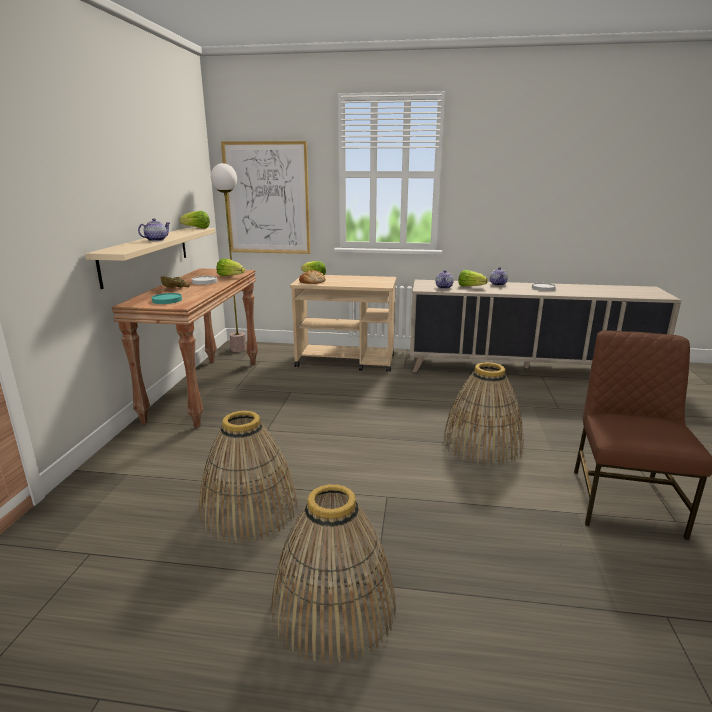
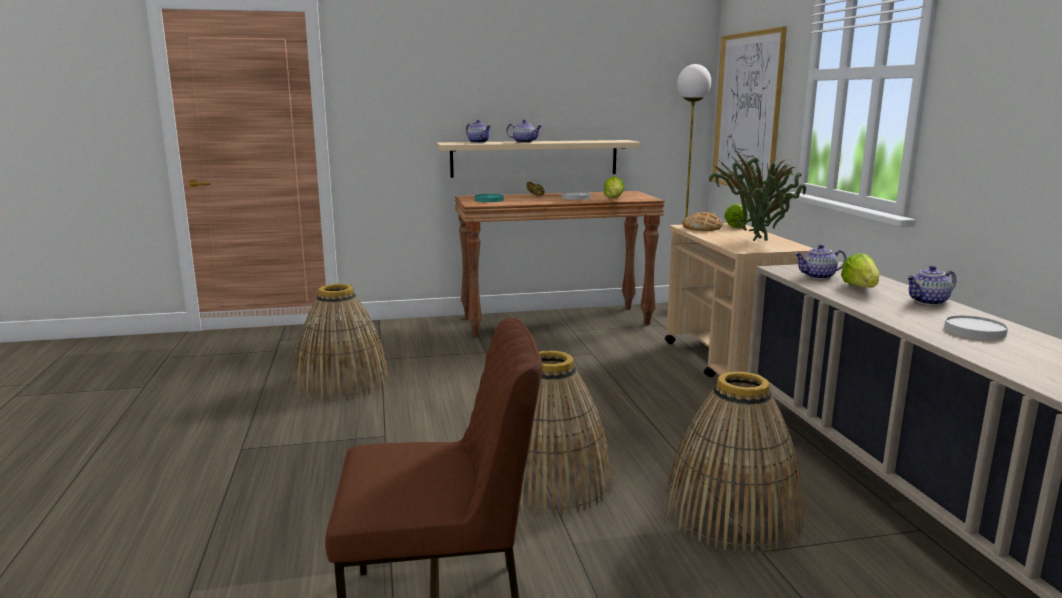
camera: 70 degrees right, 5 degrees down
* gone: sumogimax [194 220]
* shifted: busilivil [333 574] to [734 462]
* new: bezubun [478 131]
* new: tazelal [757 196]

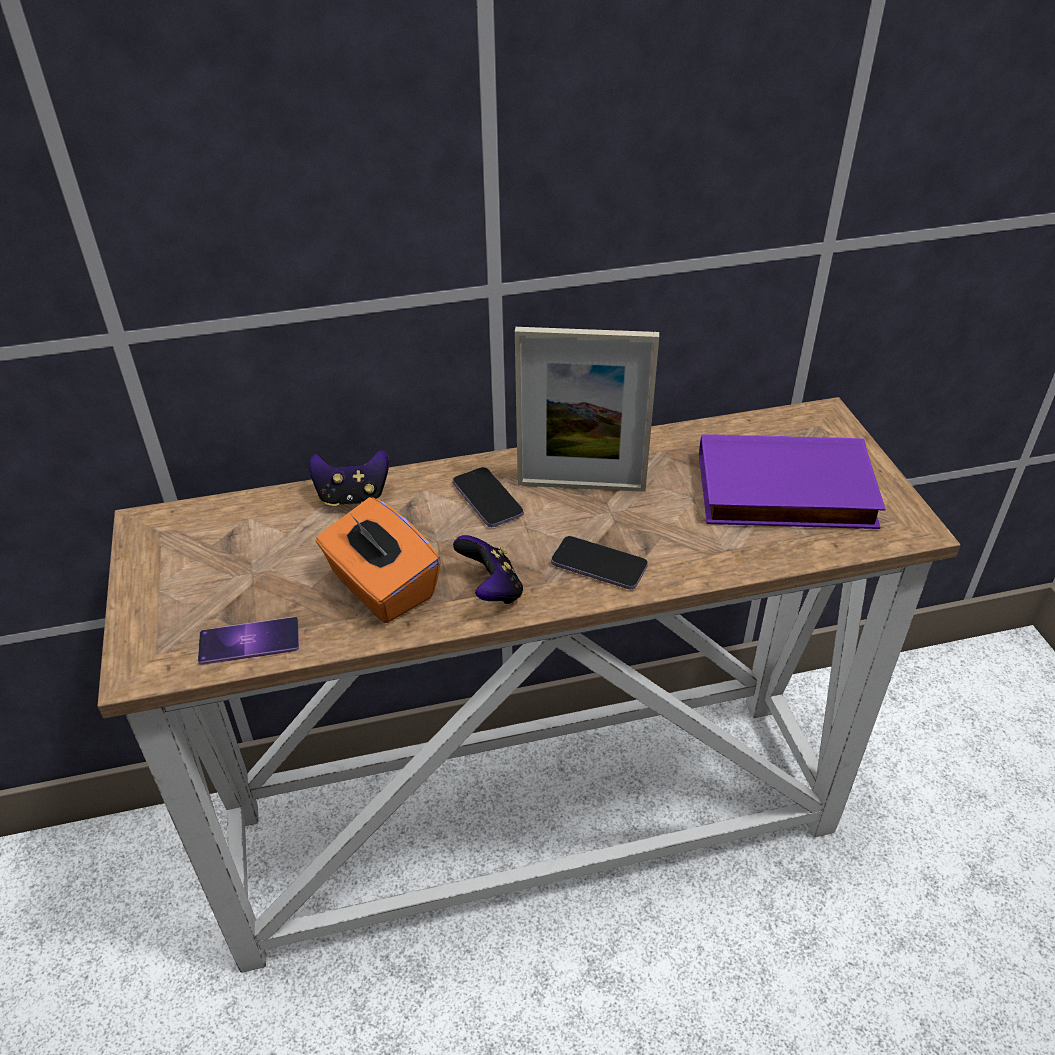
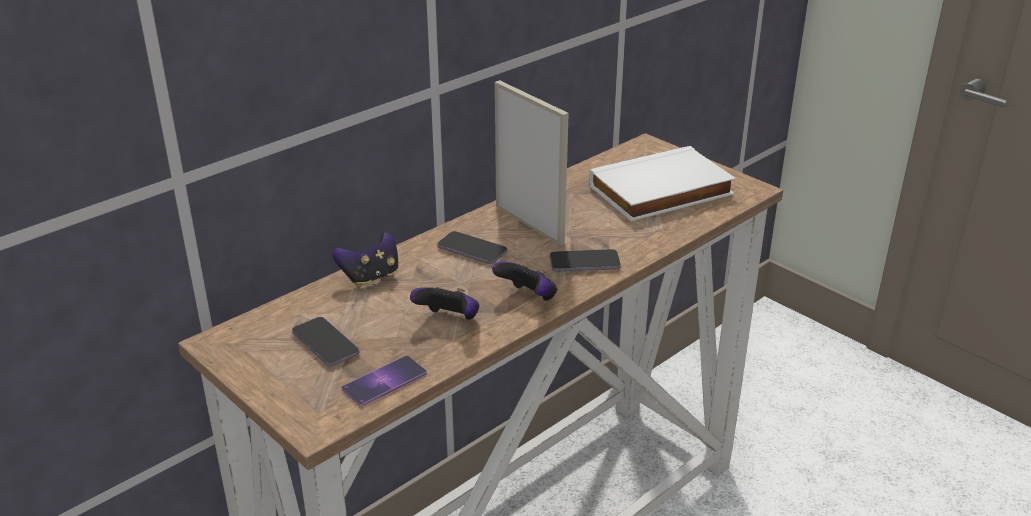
camera: 30 degrees left, 10 degrees down
* swapped: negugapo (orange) [378 560] to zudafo [444 303]
* rotated: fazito [587 409] = [532 162] 105 degrees counterclockwise
* repainted: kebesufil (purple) [792 482] to kebesufil (white) [662 183]
* new: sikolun [325 341]

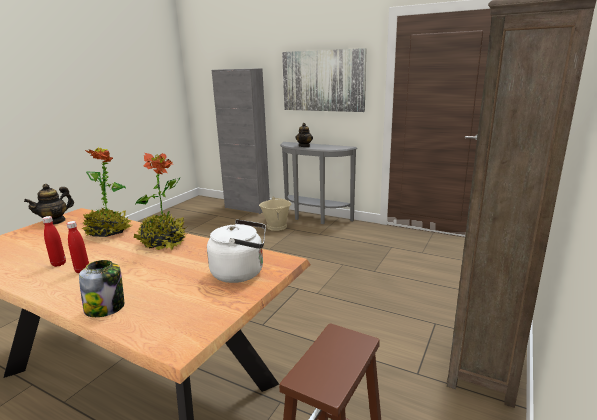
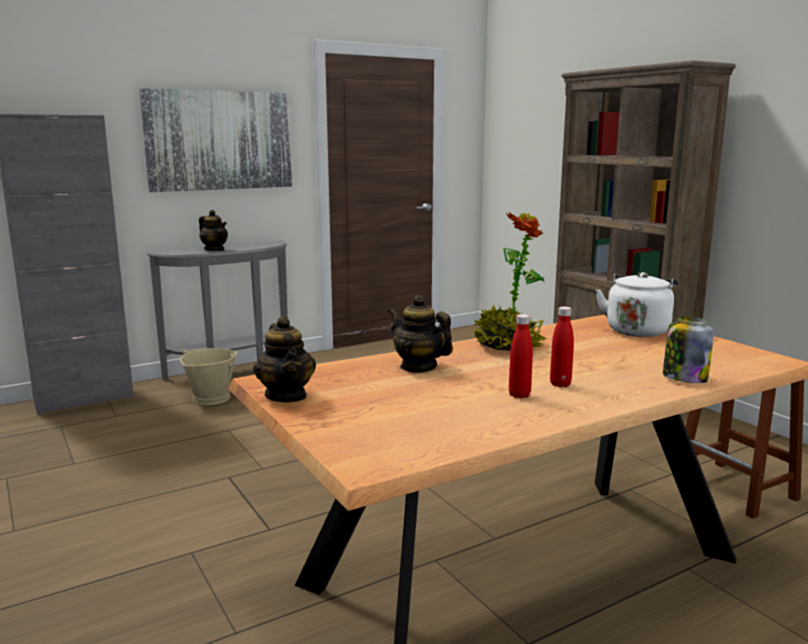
camera: 60 degrees left, 5 degrees down
* swapped: tazelal [107 192] to bezubun [420 334]

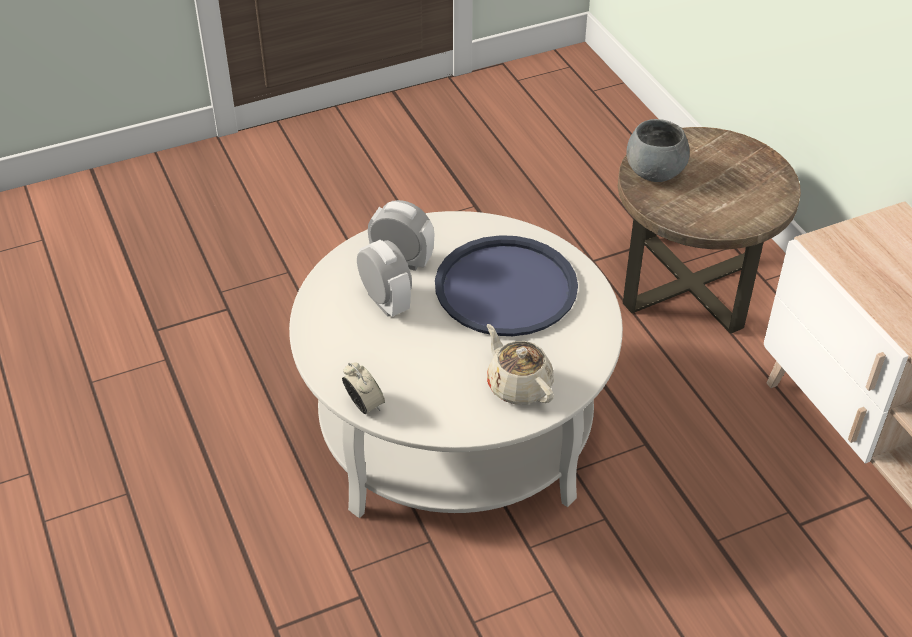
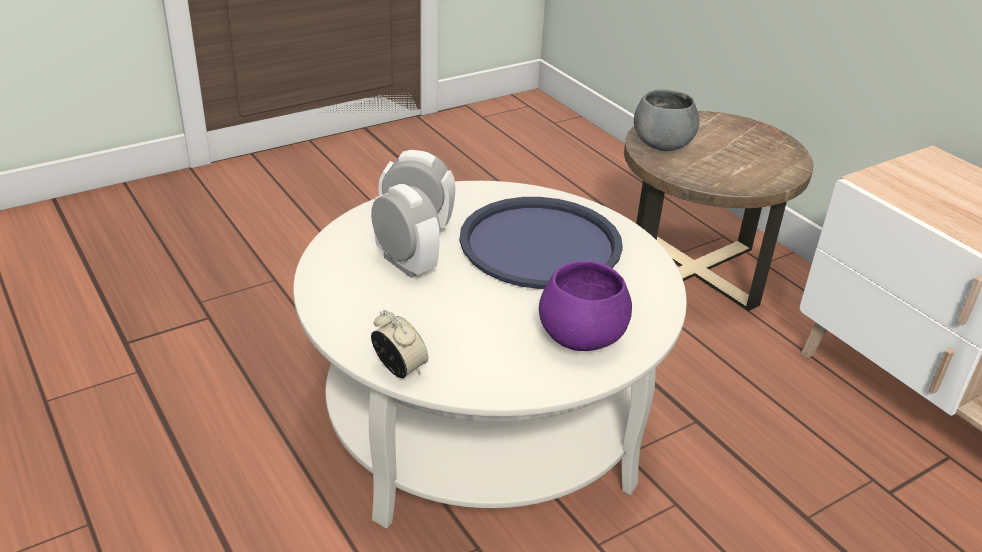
camera: 10 degrees left, 10 degrees down
* swapped: bezubun (beige) [520 364] to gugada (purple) [585 306]

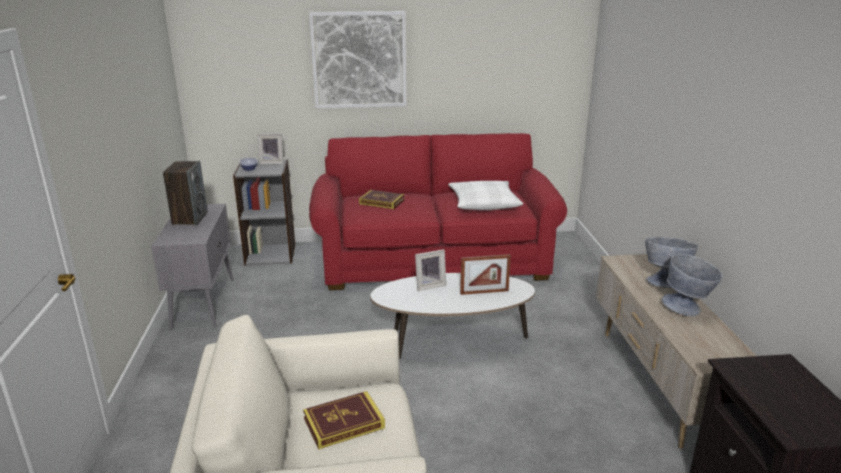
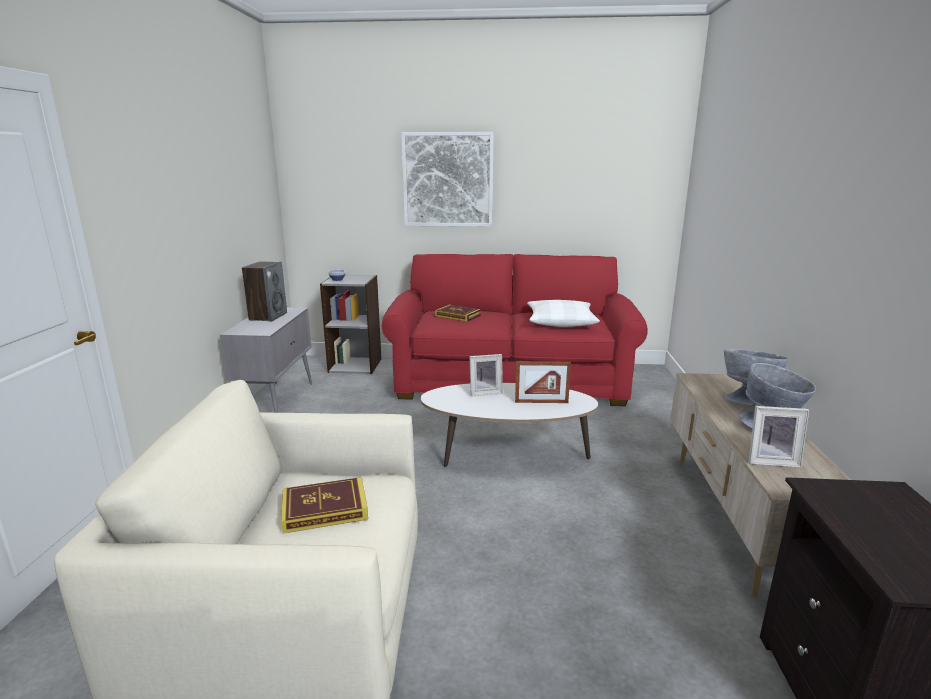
camera: 10 degrees right, 5 degrees down
* shifted: fazito [270 149] to [778 437]

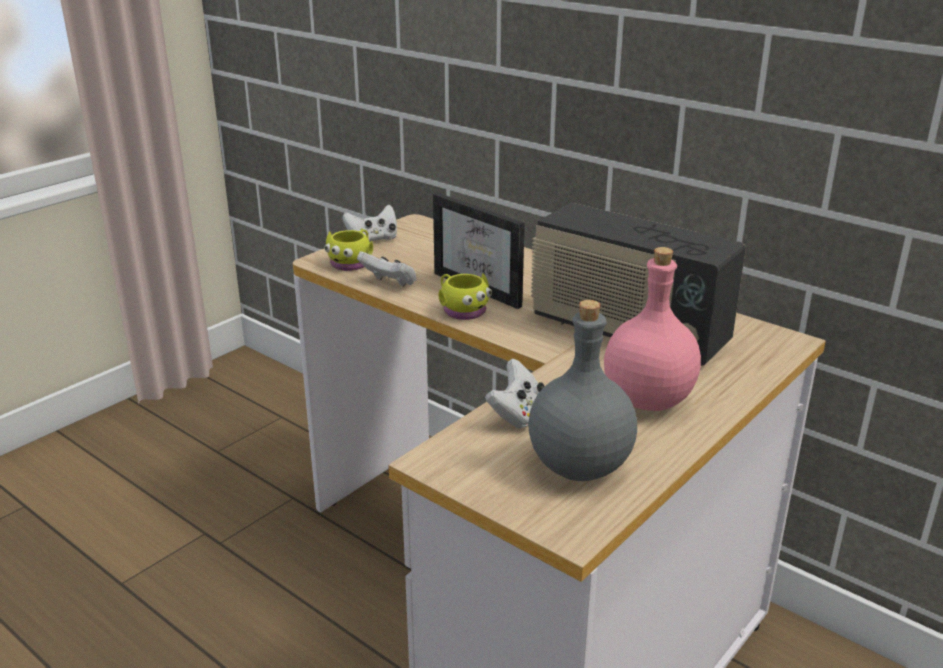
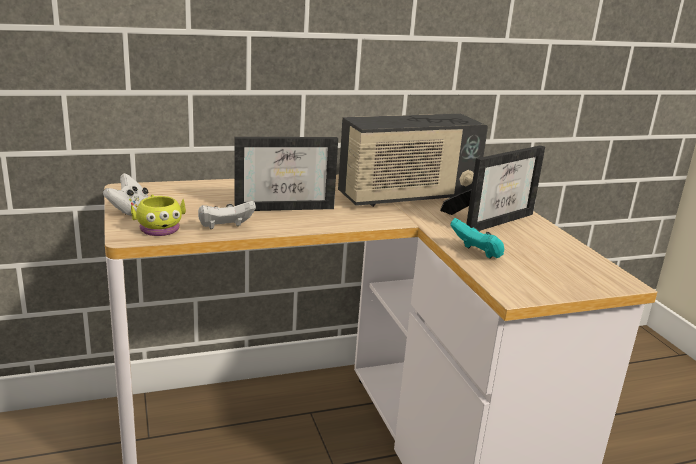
camera: 60 degrees left, 5 degrees down
* gone: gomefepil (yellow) [465 296]
* repainted: zudafo (white) [515 393] to zudafo (turquoise) [477 238]
* gone: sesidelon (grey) [582 390]
* swapped: sesidelon (pink) [652 329] to fazito [492 188]

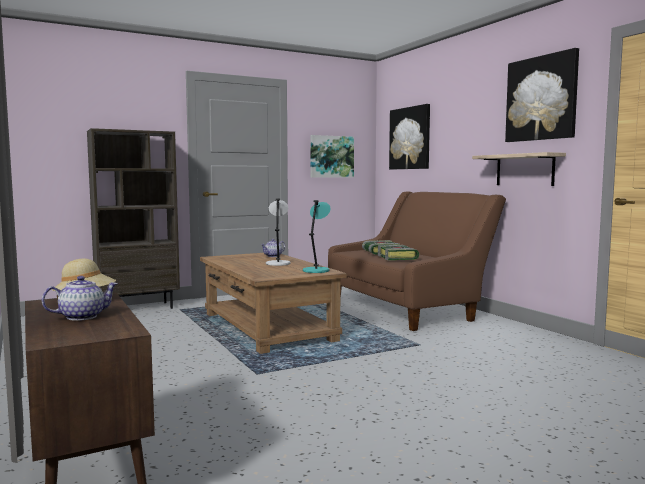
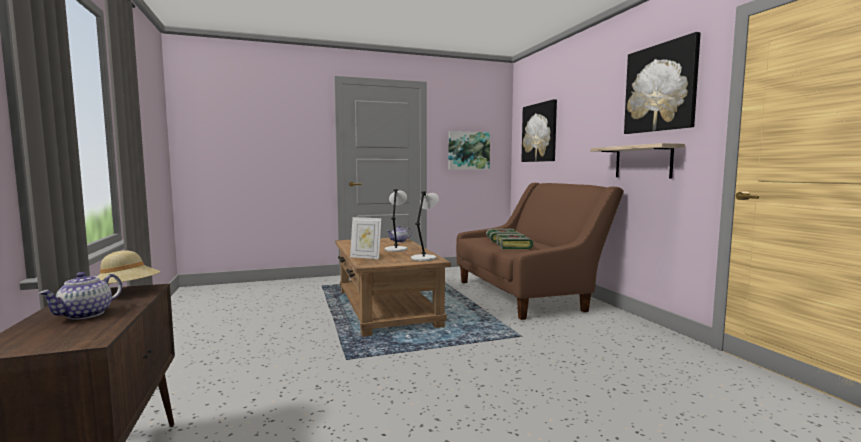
camera: 10 degrees right, 0 degrees up
* rotated: bezubun [80 298] = [80 296] 135 degrees clockwise
* gone: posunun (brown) [133 218]
* repainted: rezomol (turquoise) [317 236] to rezomol (grey) [425 226]
* new: fazito [365 238]

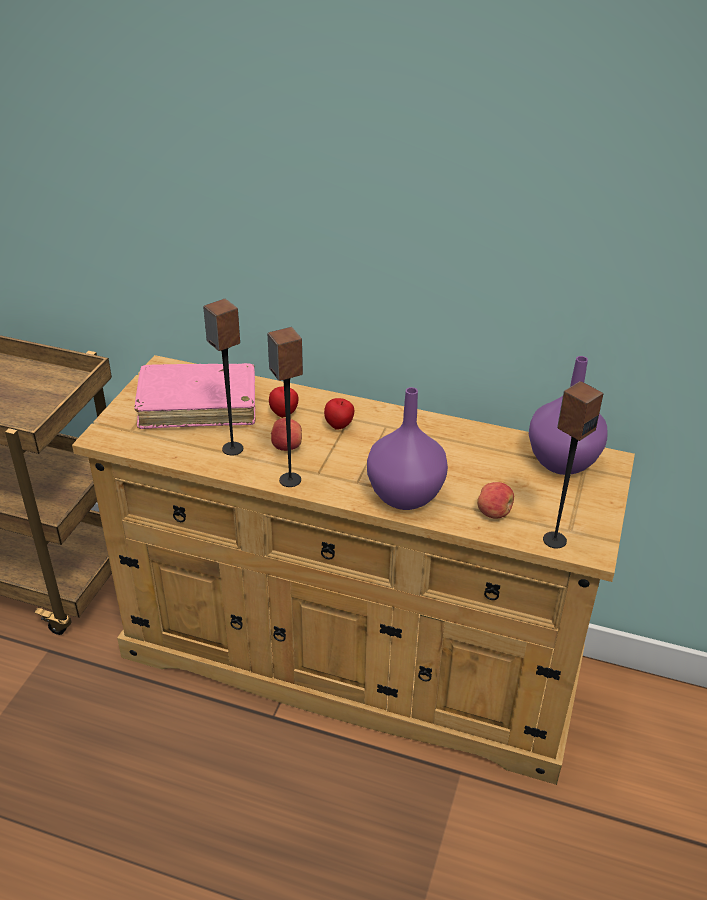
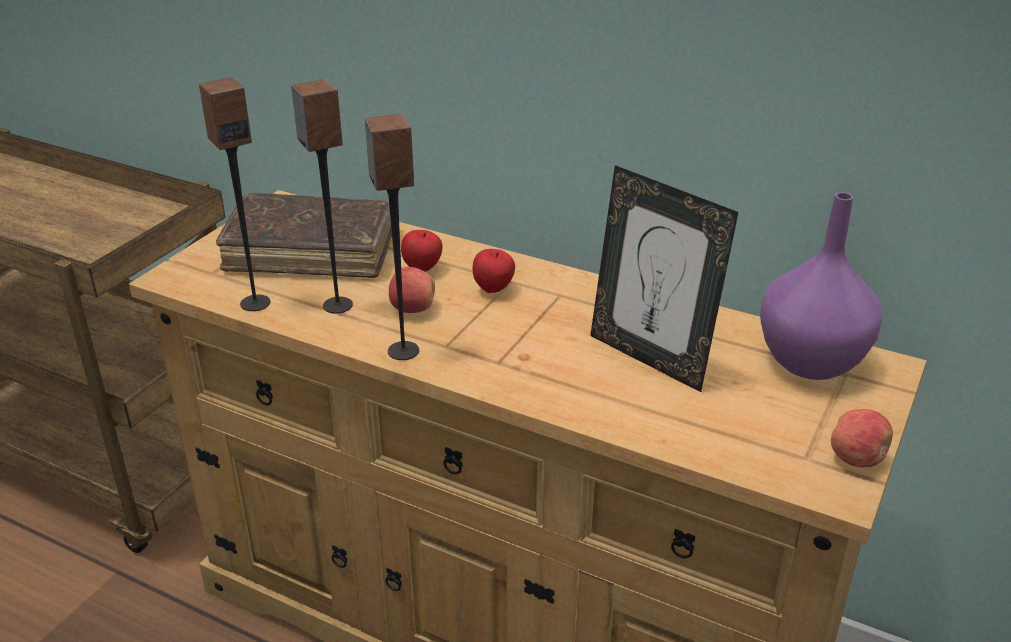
camera: 10 degrees right, 5 degrees down
* repainted: kebesufil (pink) [194 396] to kebesufil (brown) [304 235]
* gone: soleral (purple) [407 448]
* shifted: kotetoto [495 500] to [862 438]
* shifted: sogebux [573 464] to [234 194]
* new: fazito [664 278]

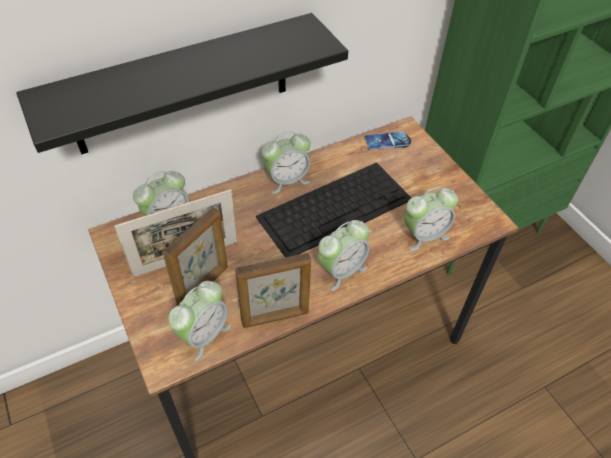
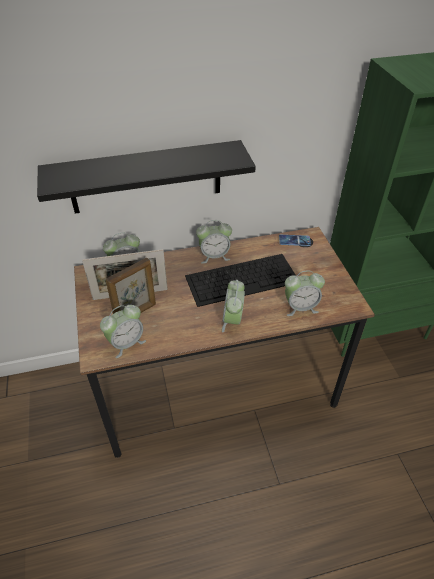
camera: 15 degrees right, 5 degrees down
* gone: fazito [273 290]
* rotated: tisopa [343 255] = [233 306] 120 degrees clockwise

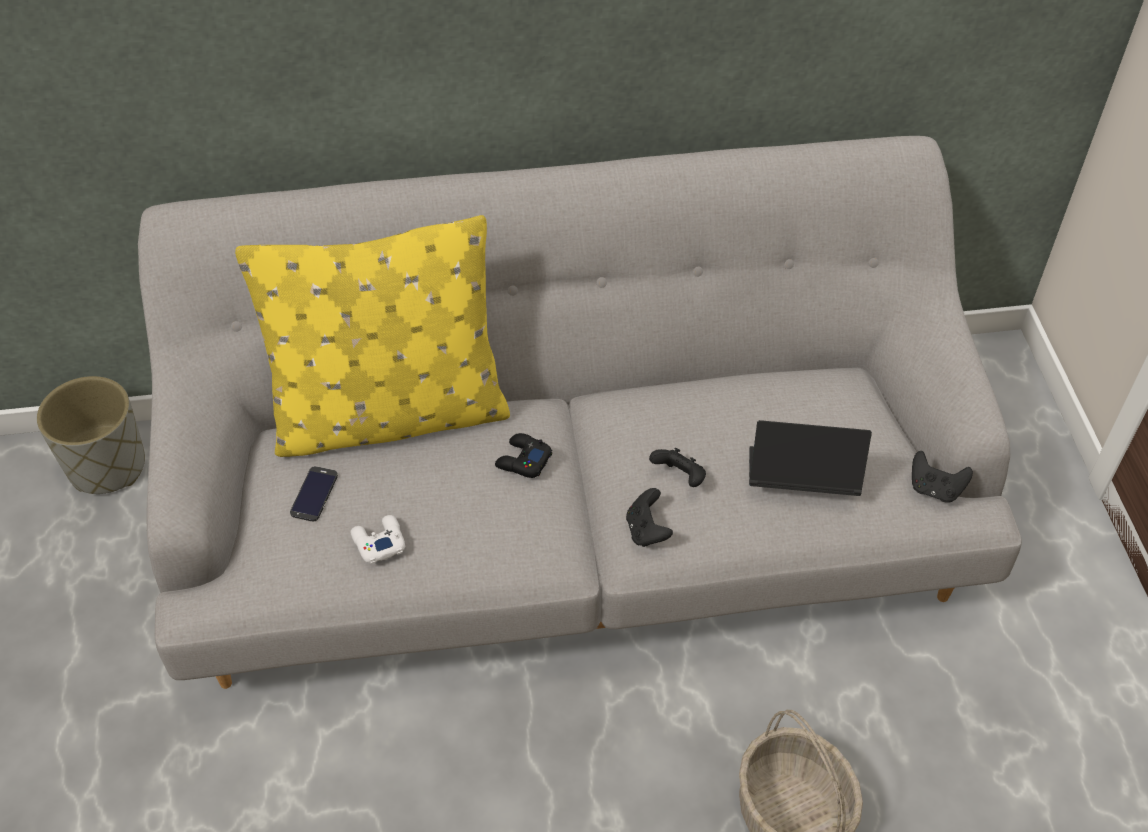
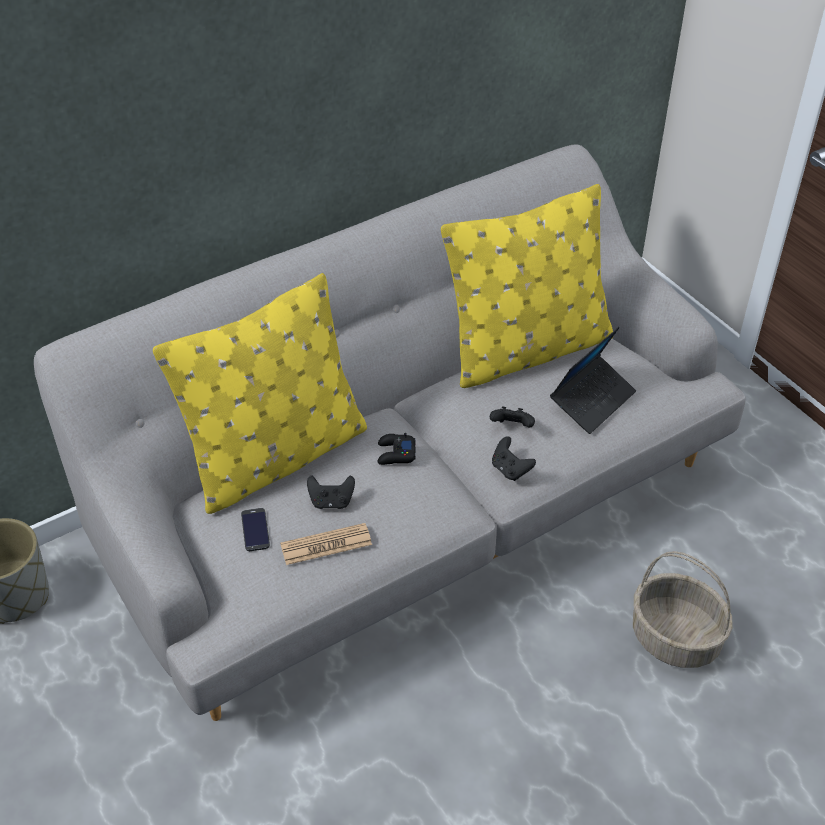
camera: 25 degrees left, 5 degrees down
* swapped: zudafo (white) [378 539] to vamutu [326 544]
* rotated: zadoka [810 458] = [593 380] 150 degrees clockwise
* shifted: zudafo (black) [942 476] to [331 492]
* new: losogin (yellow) [527 286]

